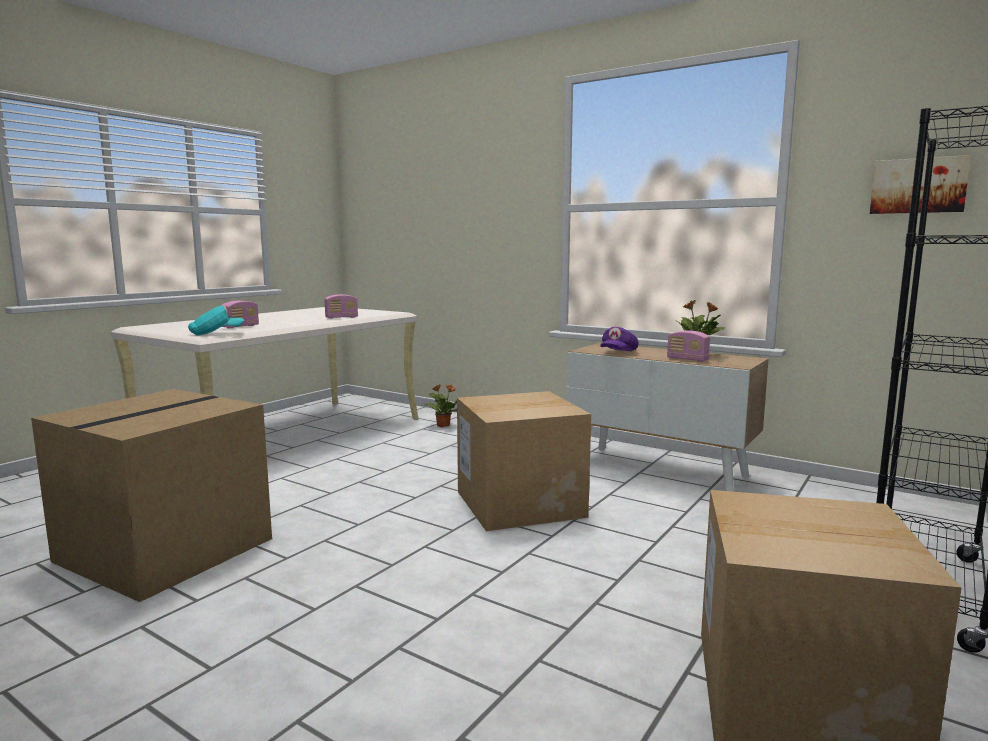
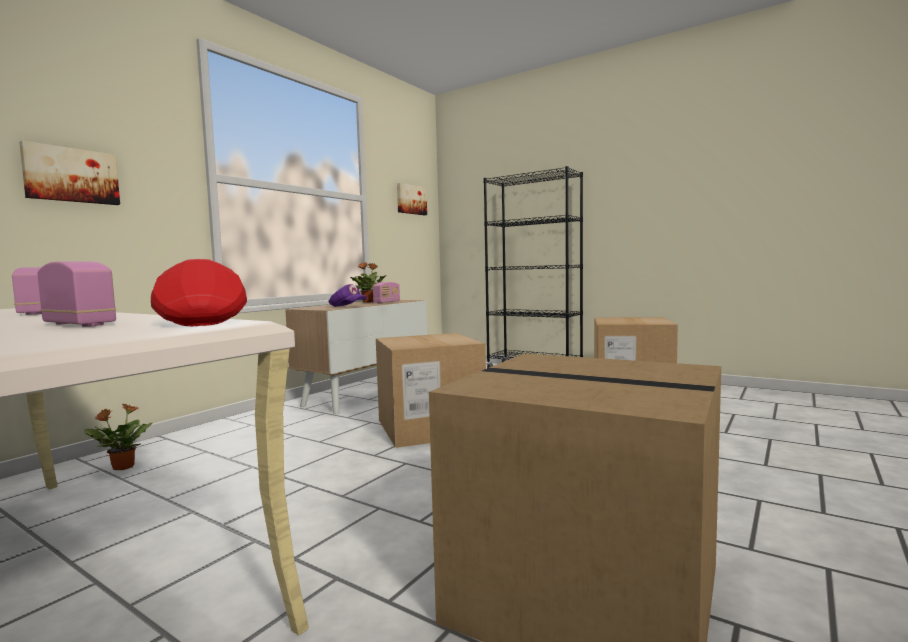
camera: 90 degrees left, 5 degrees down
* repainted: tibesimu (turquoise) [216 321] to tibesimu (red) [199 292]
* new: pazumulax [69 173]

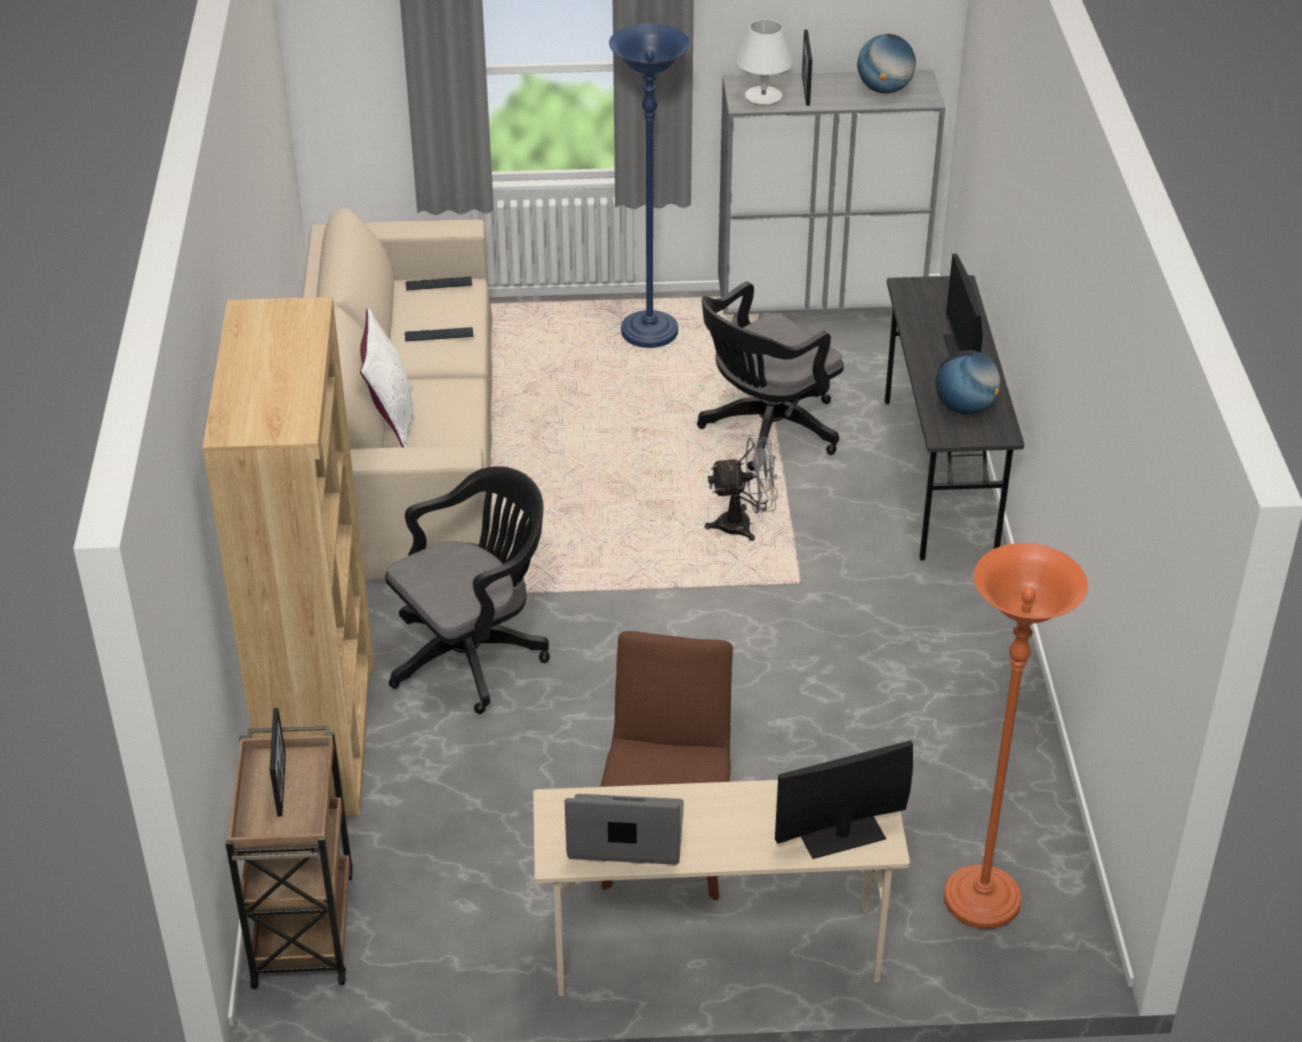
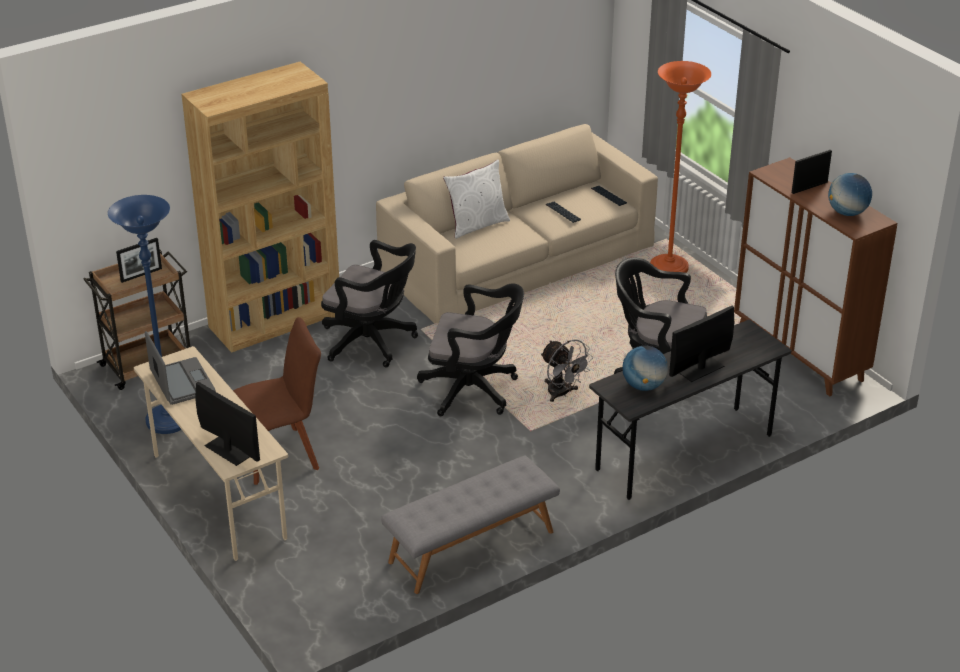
camera: 60 degrees right, 5 degrees down
* shifted: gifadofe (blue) [649 185] to [145 314]
* repainted: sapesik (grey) [831 198] to sapesik (brown) [815 276]
* gone: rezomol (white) [765 62]
* shifted: gifadofe (orange) [1016 736] to [680 167]
* new: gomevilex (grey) [470 525]
* new: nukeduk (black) [470 349]

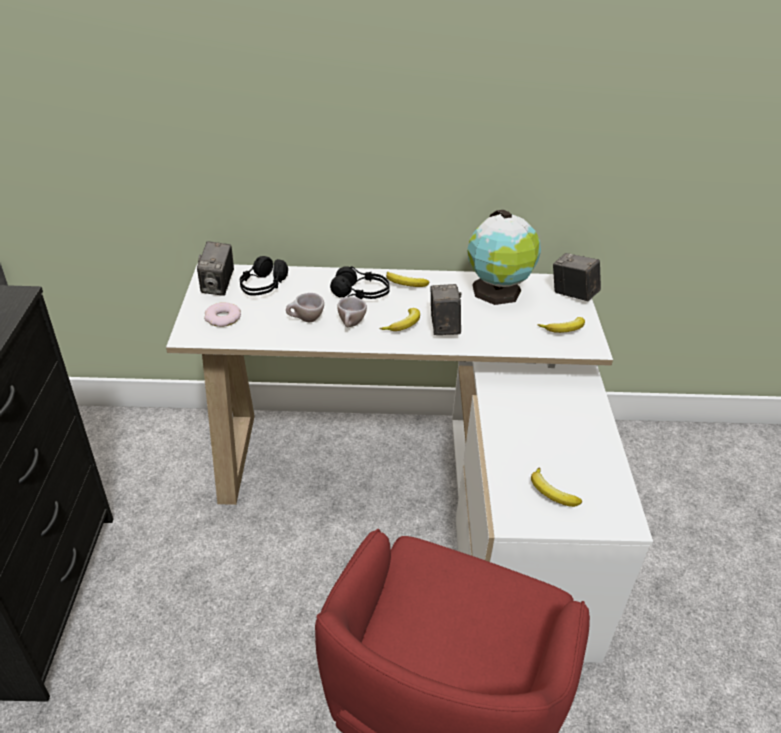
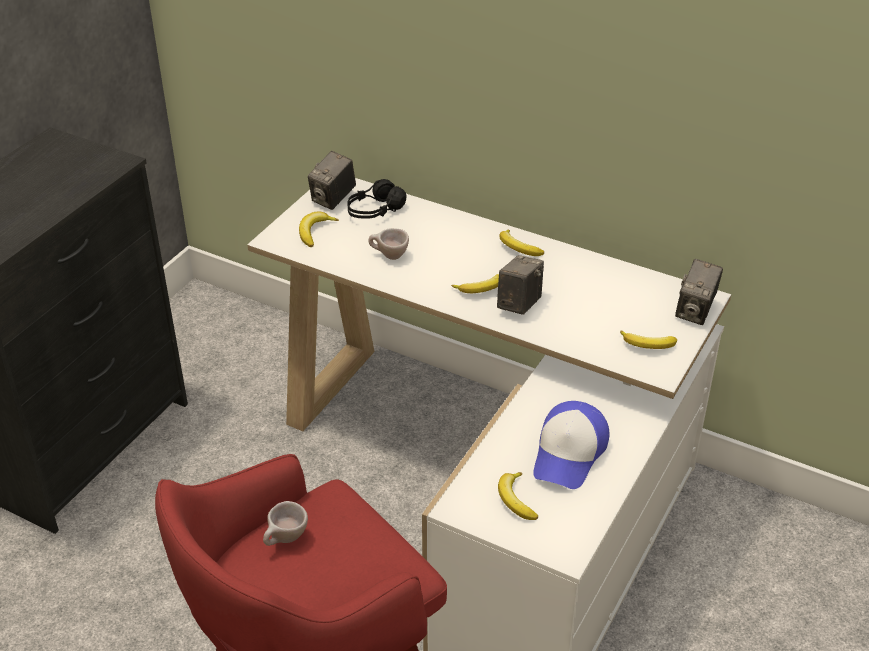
camera: 30 degrees right, 0 degrees up
* swapped: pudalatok [222 314] to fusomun [319 229]
* gone: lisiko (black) [360 282]
* shifted: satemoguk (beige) [352 312] to [285 523]
* gone: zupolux [504 257]
* rotated: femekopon [577 277] = [699 292] 135 degrees counterclockwise
* new: tibesimu [571 445]

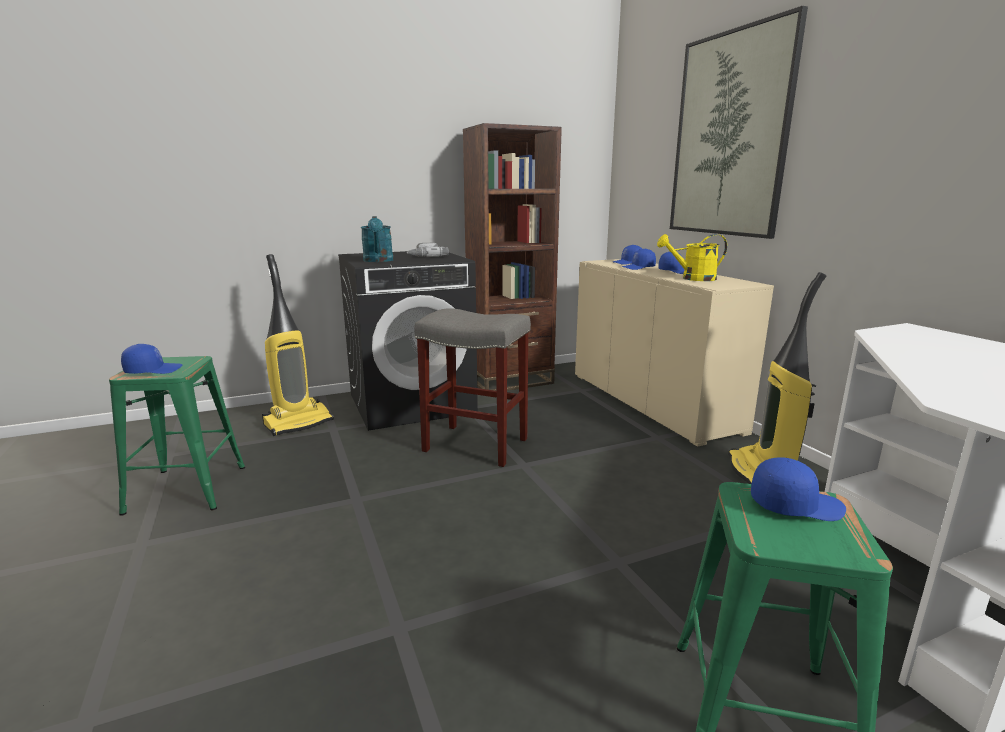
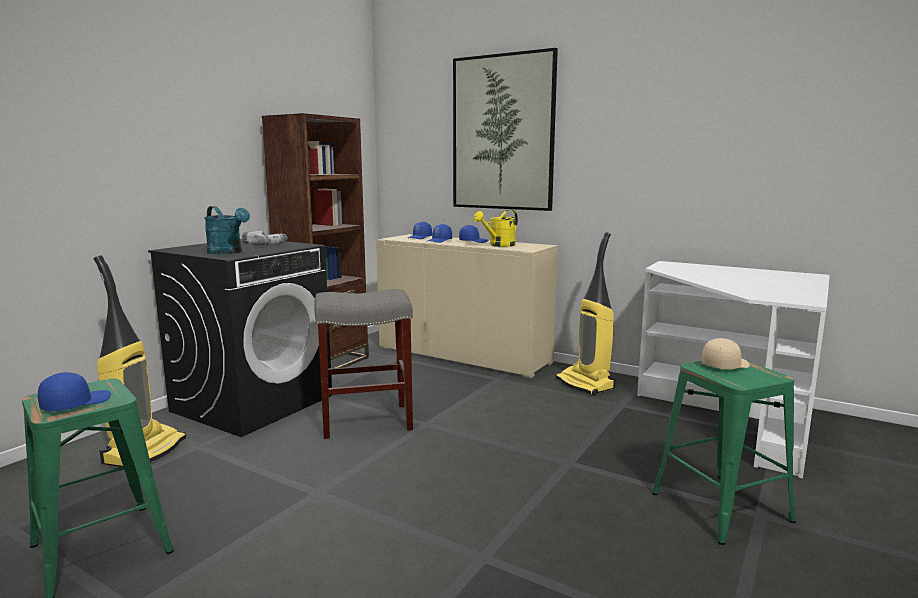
camera: 35 degrees left, 5 degrees down
* repainted: tibesimu (blue) [798 489] to tibesimu (beige) [726 353]

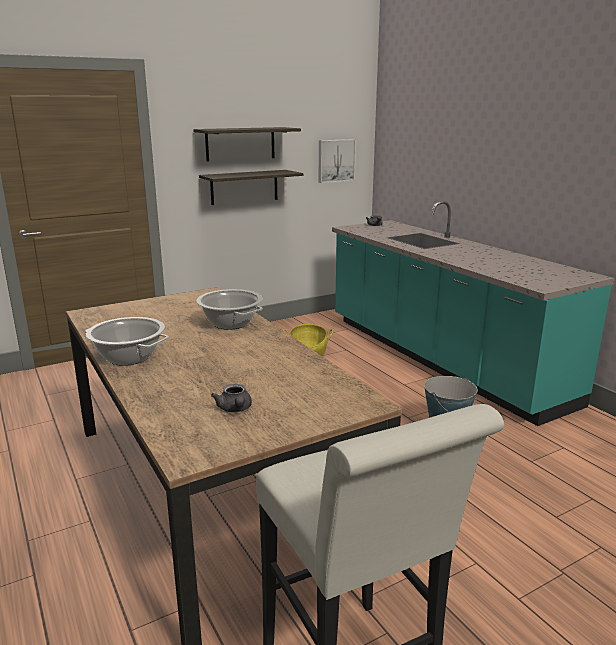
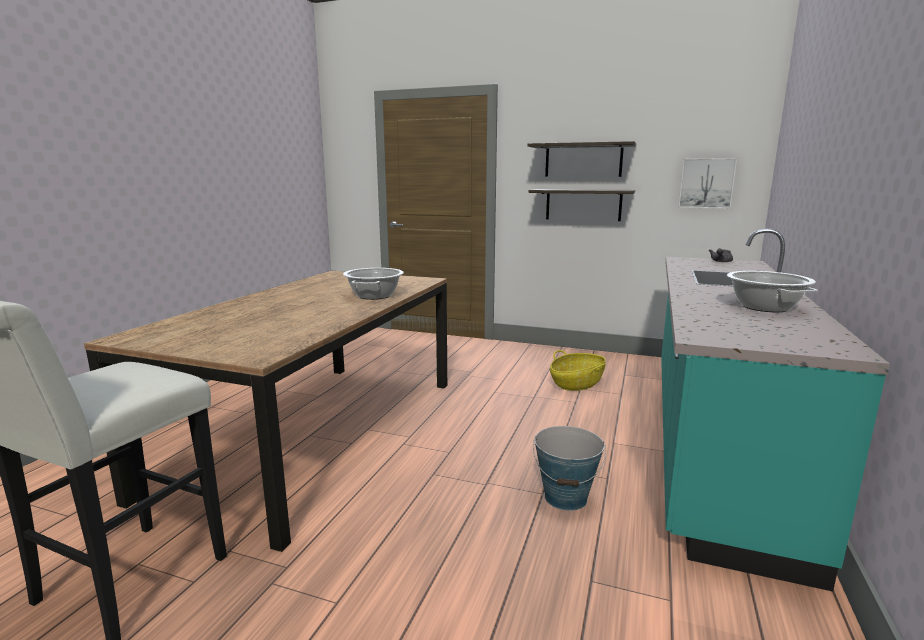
camera: 50 degrees right, 5 degrees down
* shifted: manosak [127 341] to [772 291]
* gone: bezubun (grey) [231 398]

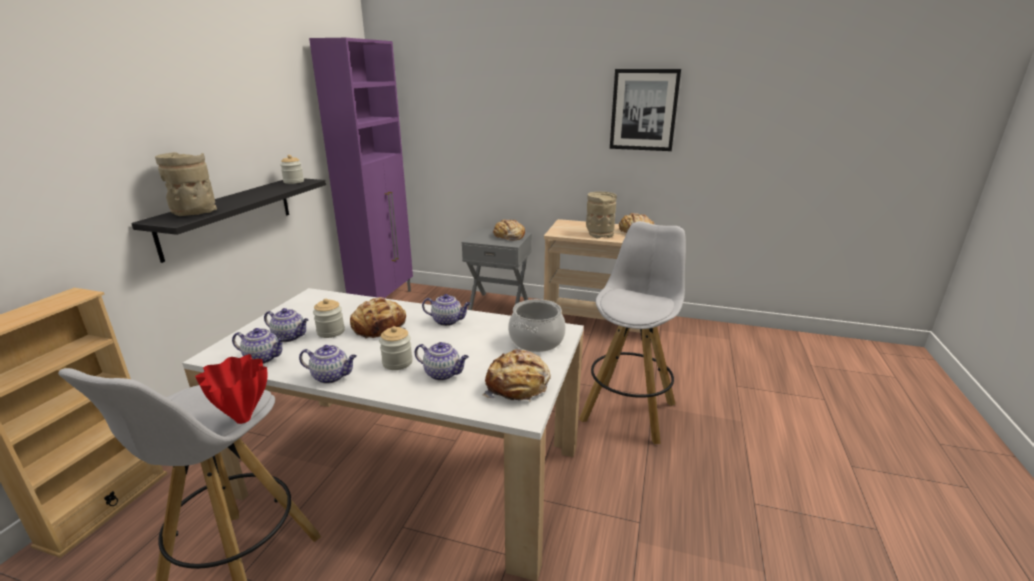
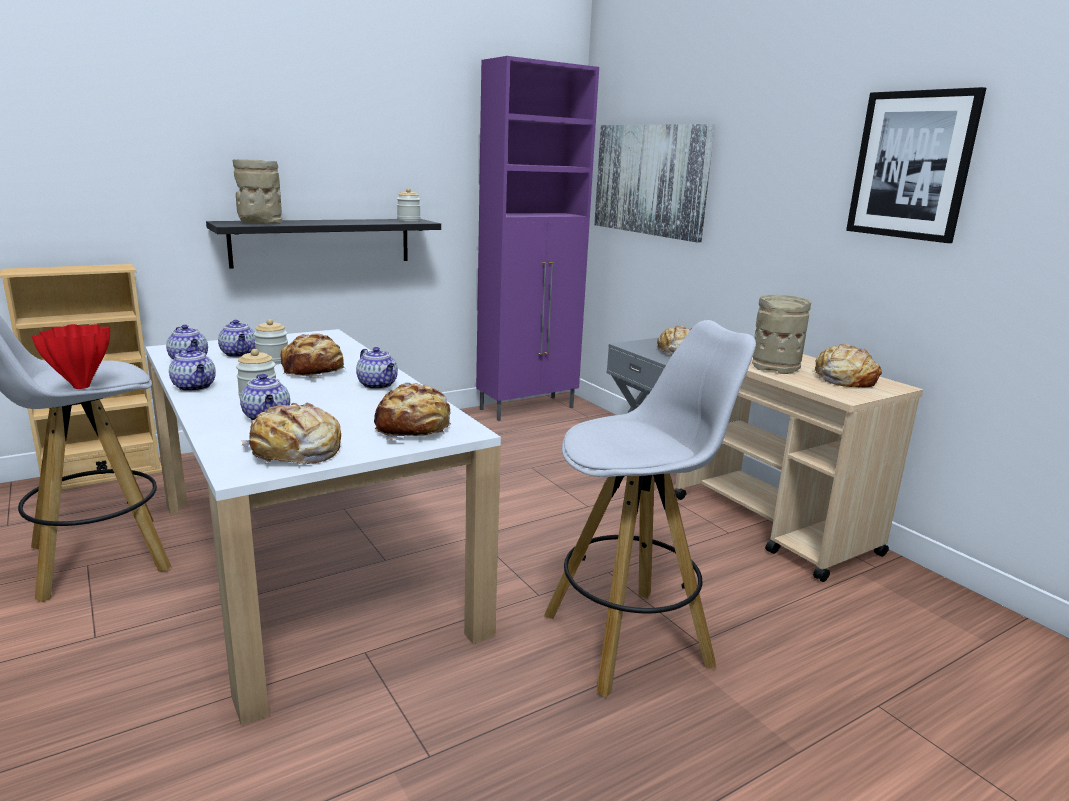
camera: 40 degrees right, 5 degrees down
* swapped: manosak [537 325] to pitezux [412 411]
* new: pazumulax [654 183]

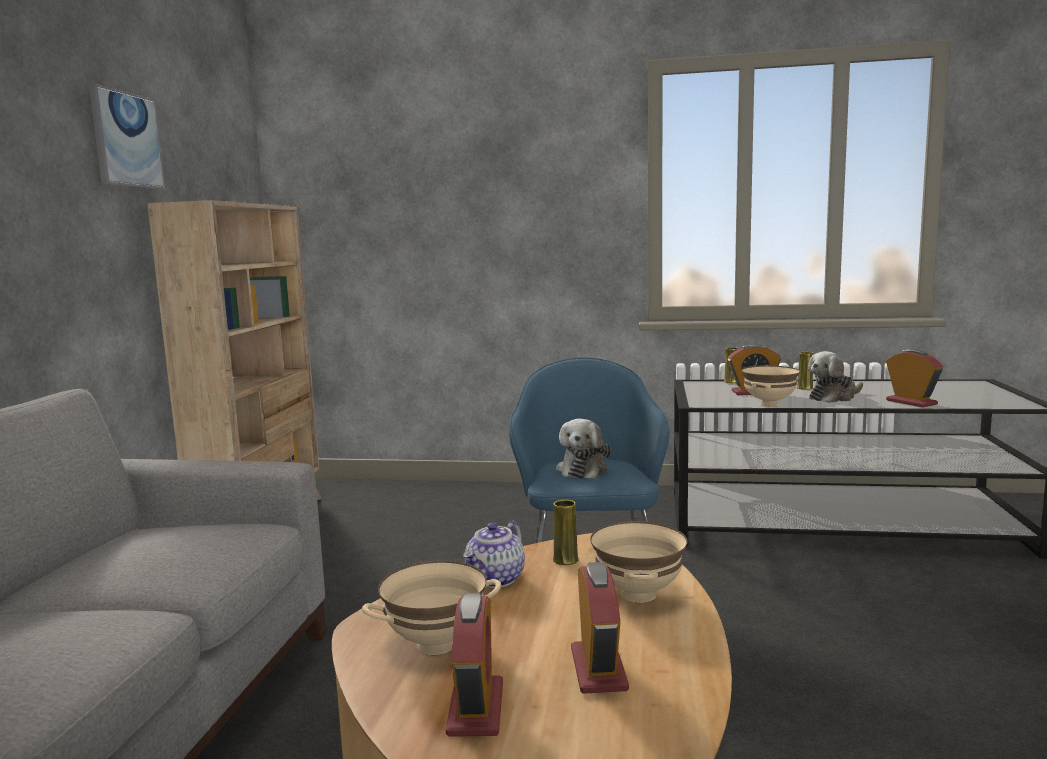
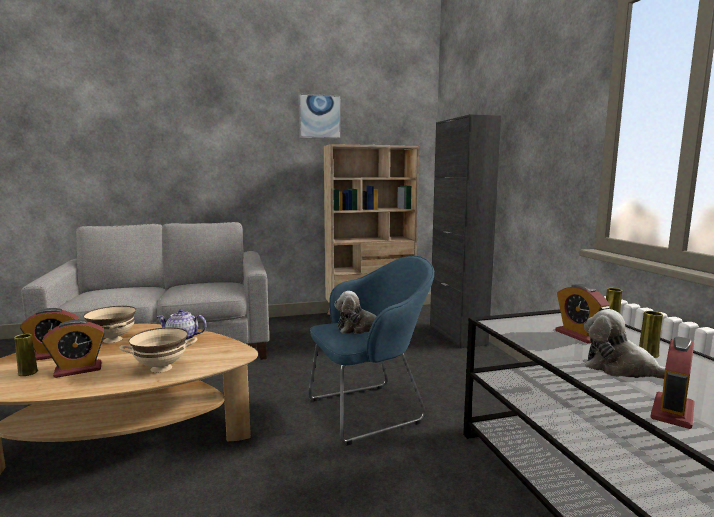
camera: 65 degrees right, 0 degrees up
* shifted: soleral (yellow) [566 532] to [26 355]
* gone: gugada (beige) [770 386]
* new: sapesik (black) [465 231]

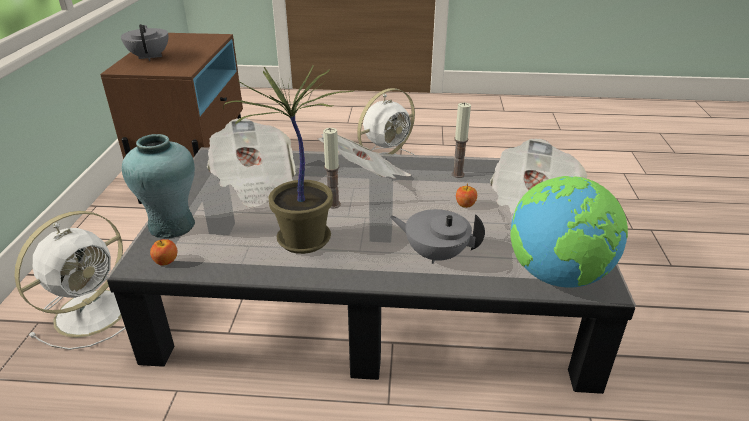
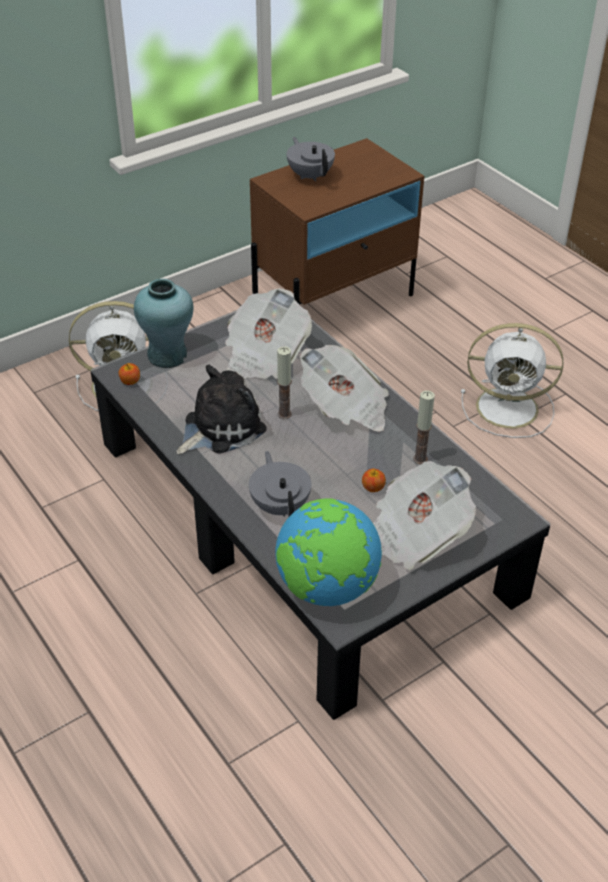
camera: 50 degrees right, 10 degrees up
* rotated: bezubun (grey) [144 42] = [310 159] 60 degrees counterclockwise
* swapped: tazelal [288 159] to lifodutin [221 410]

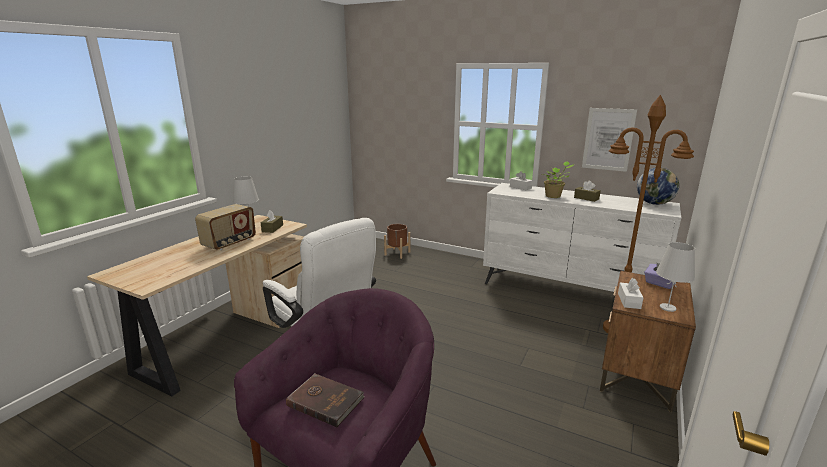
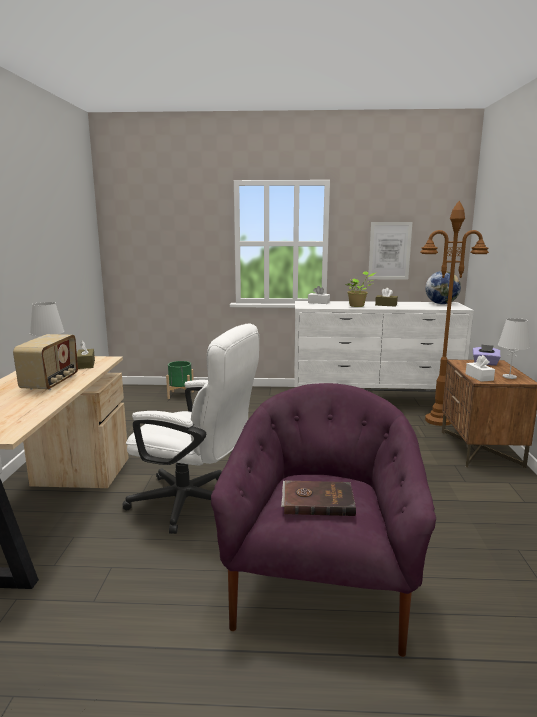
camera: 25 degrees left, 5 degrees down
* repainted: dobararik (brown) [397 241] to dobararik (green) [180 380]

